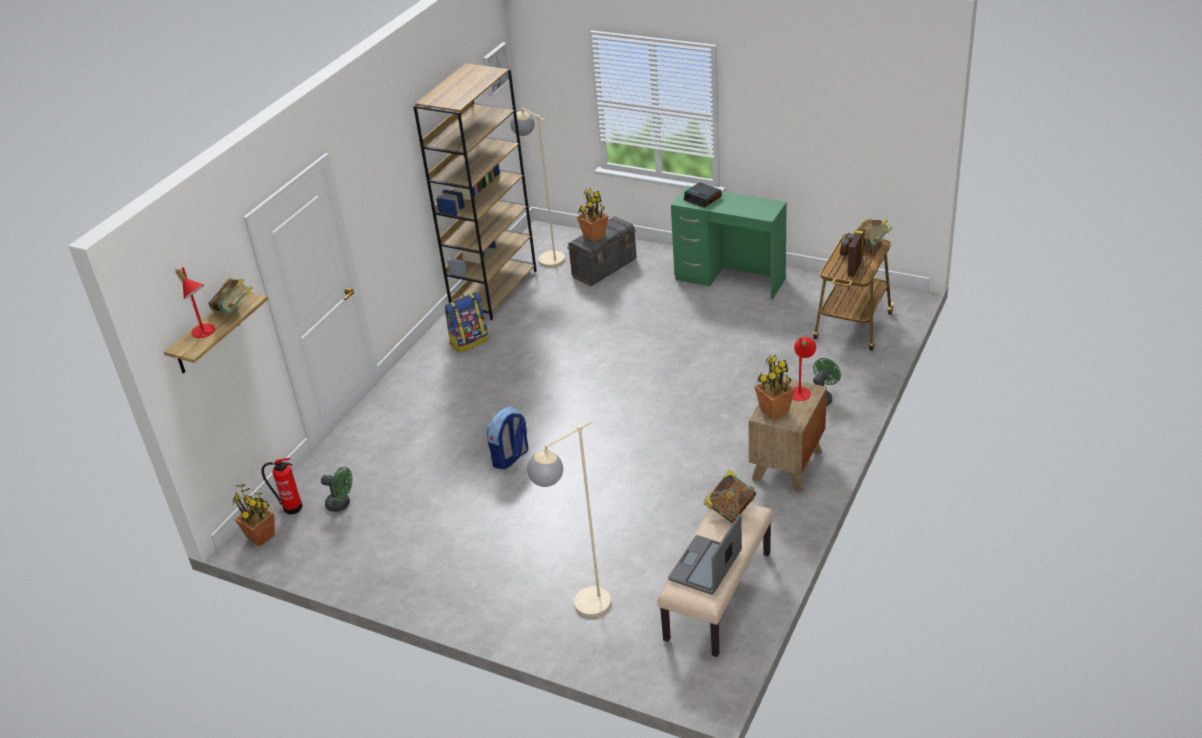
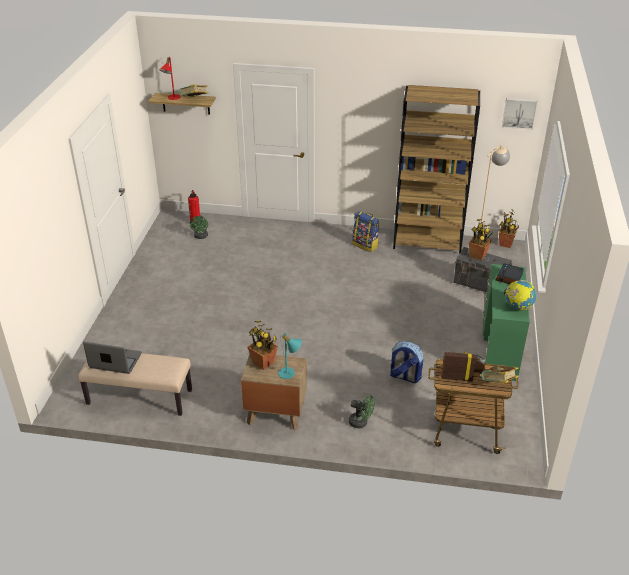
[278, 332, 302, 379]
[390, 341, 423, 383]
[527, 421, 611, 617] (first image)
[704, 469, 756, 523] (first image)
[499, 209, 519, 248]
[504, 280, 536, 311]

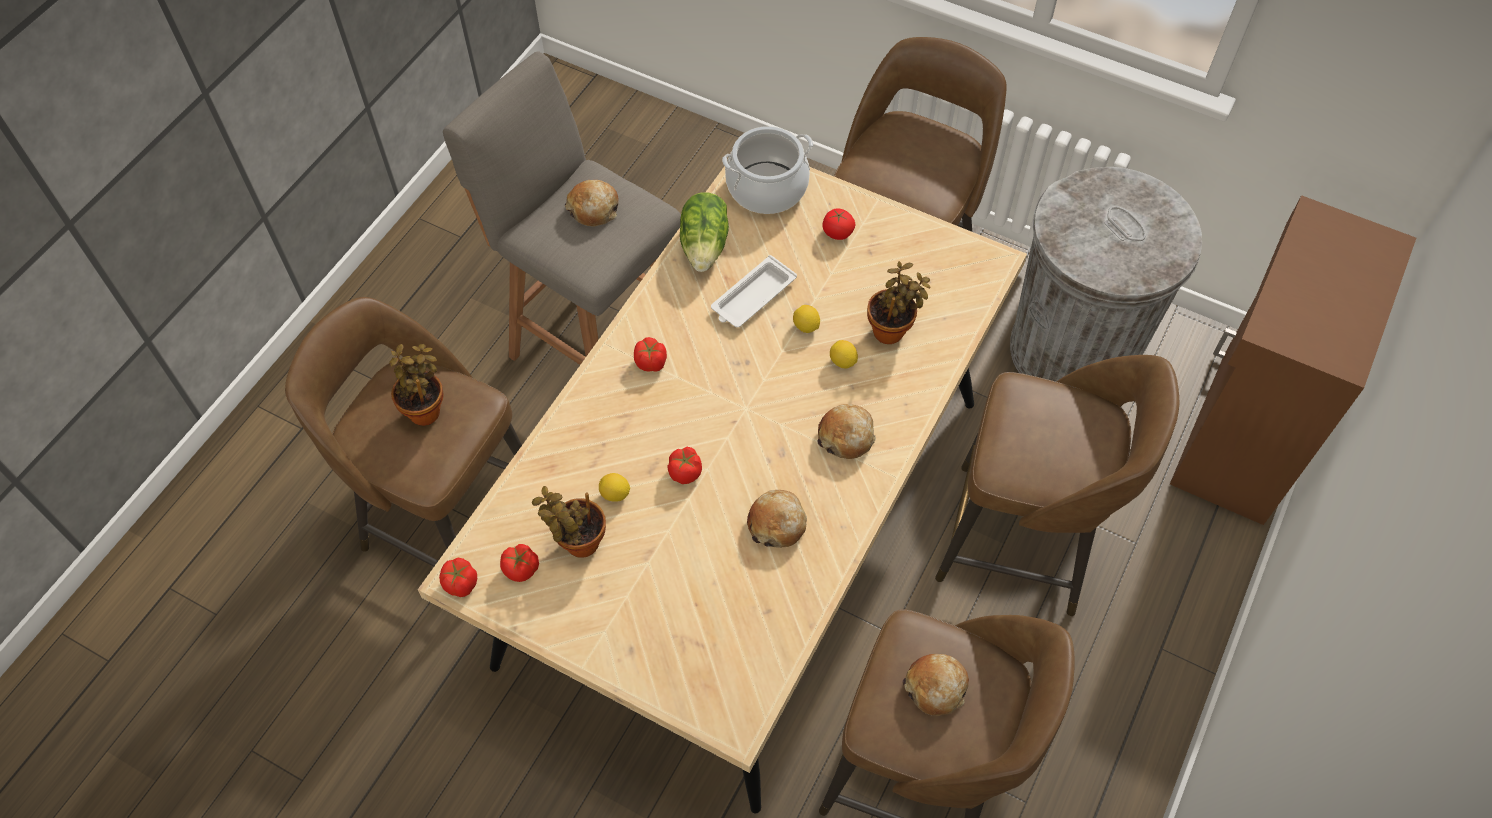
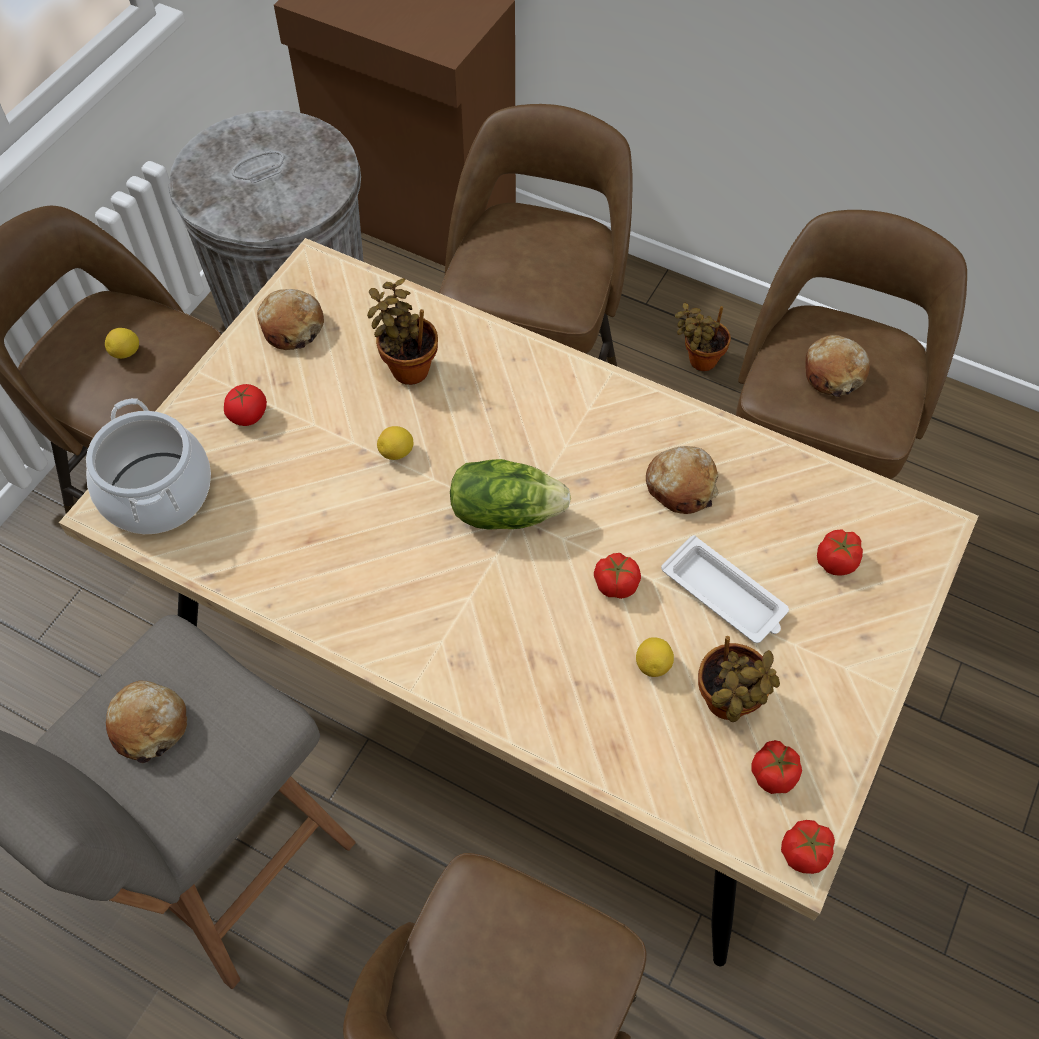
[450, 459, 571, 530]
[661, 535, 789, 643]
[817, 529, 863, 576]
[105, 328, 139, 359]
[675, 303, 731, 371]
[257, 289, 324, 350]

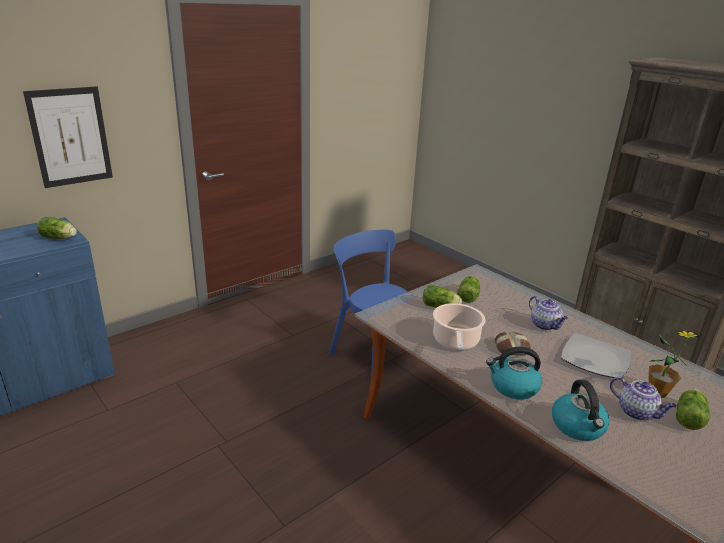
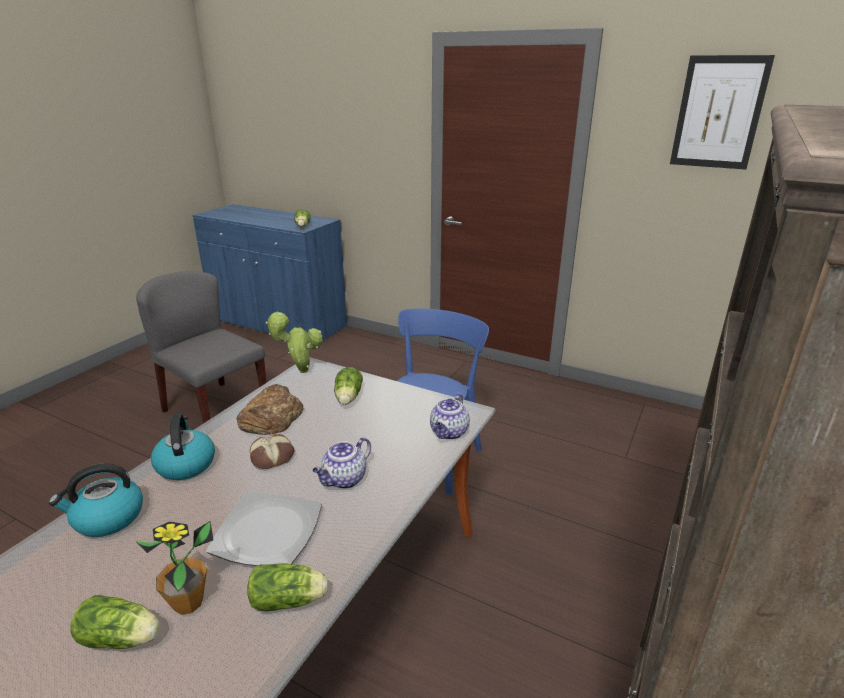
[670, 55, 775, 170]
[247, 563, 328, 611]
[236, 384, 303, 435]
[430, 393, 470, 440]
[136, 271, 267, 424]
[266, 312, 323, 373]

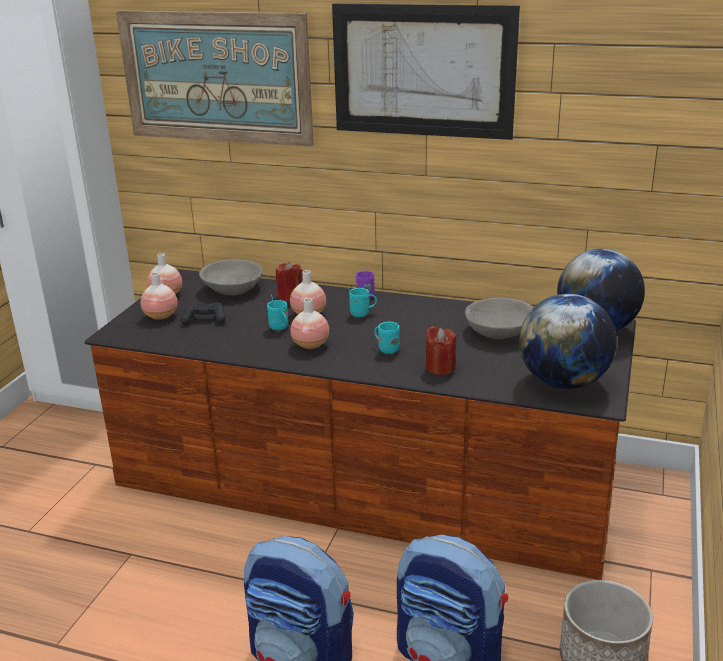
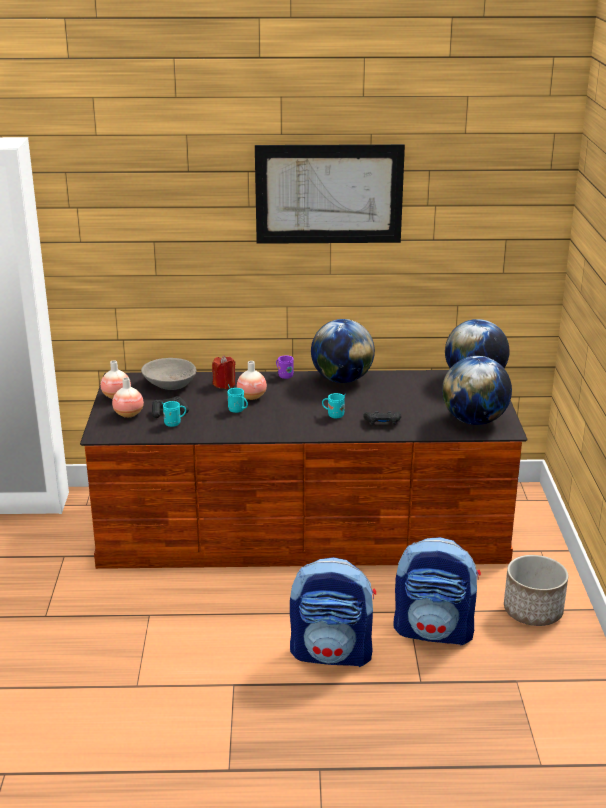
[116, 11, 314, 147] (first image)
[162, 401, 186, 427]
[465, 297, 533, 339] (first image)
[290, 298, 329, 349] (first image)
[363, 411, 402, 426]
[311, 319, 375, 383]

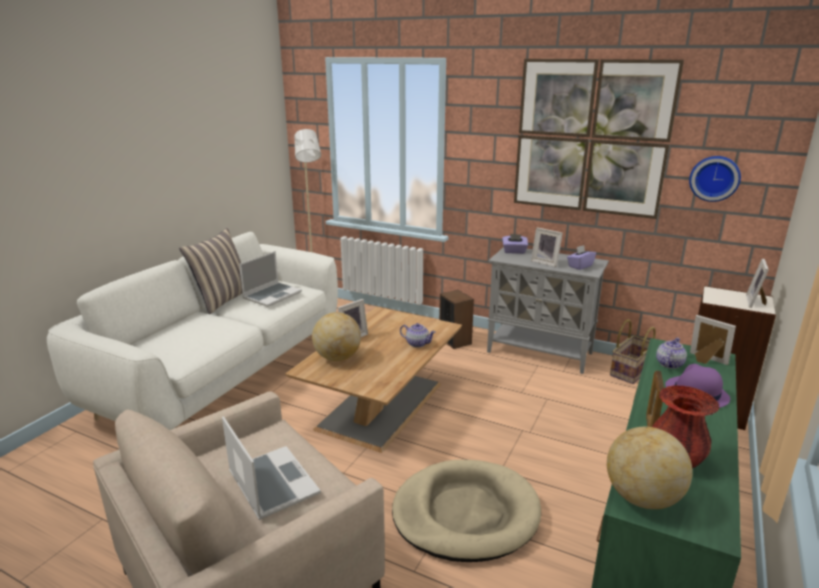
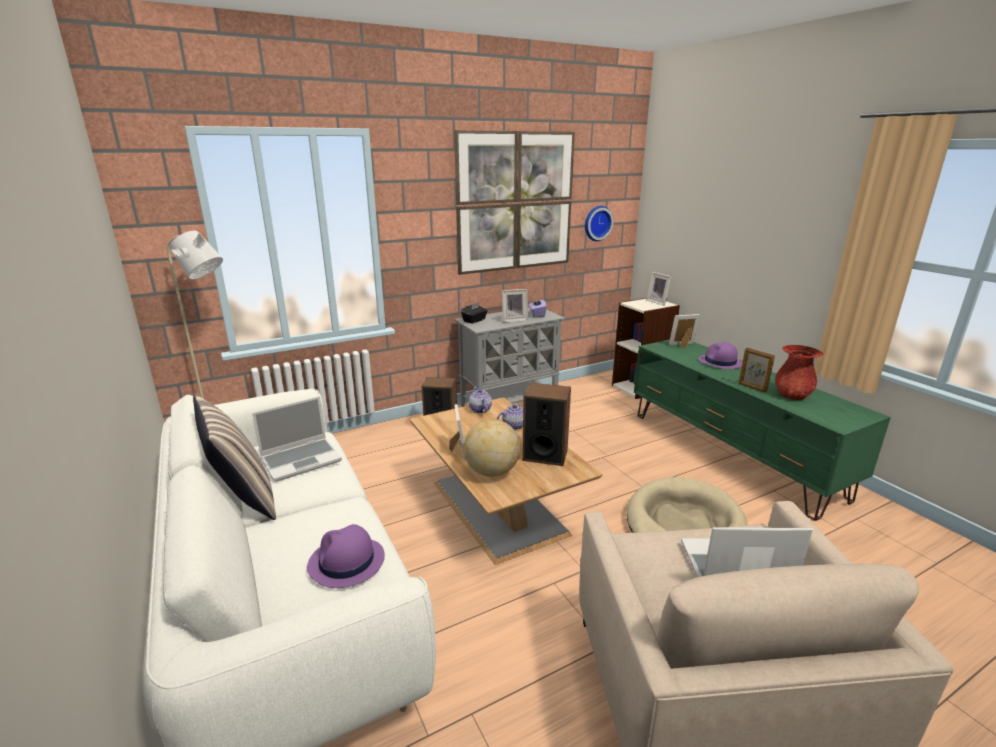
[461, 302, 487, 324]
[252, 396, 342, 482]
[610, 319, 656, 384] (first image)
[469, 387, 492, 413]
[607, 427, 693, 509] (first image)
[522, 383, 571, 466]
[307, 524, 385, 588]

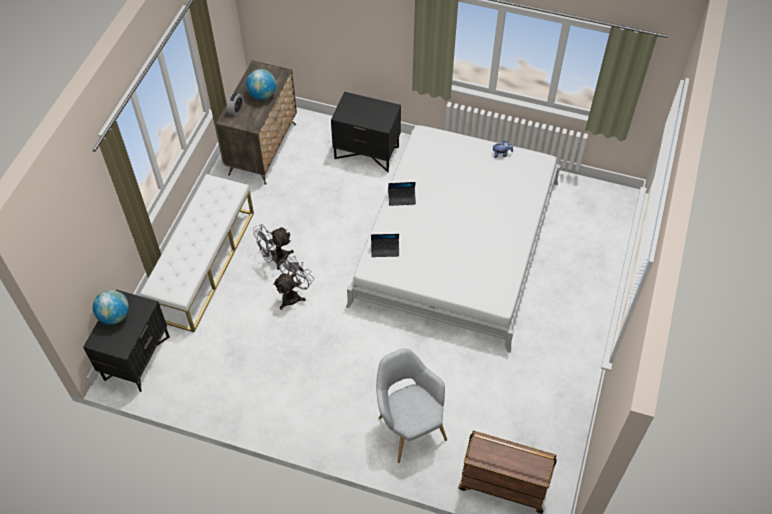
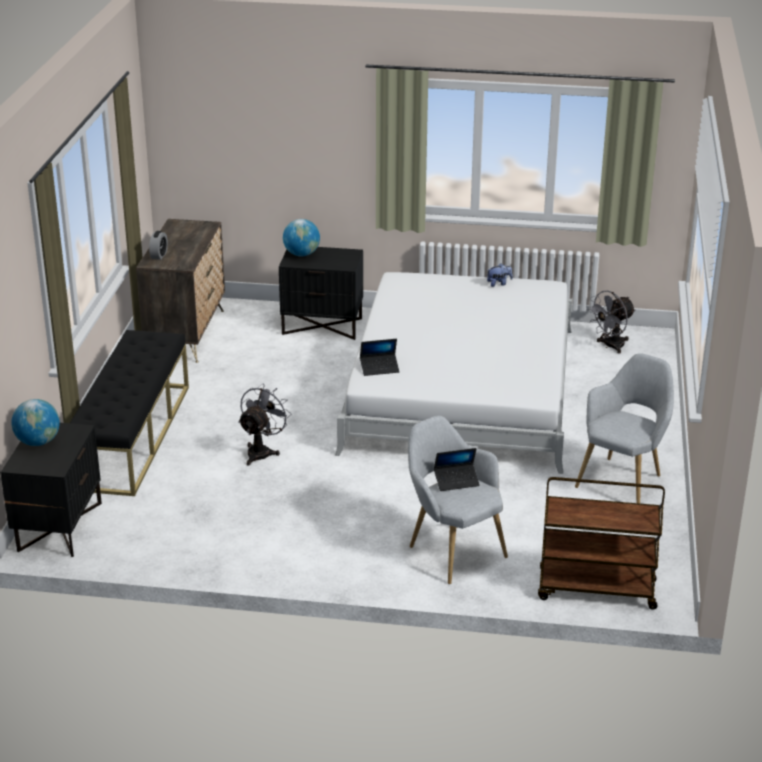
[283, 219, 320, 256]
[70, 330, 189, 496]
[434, 448, 480, 491]
[587, 291, 636, 354]
[575, 353, 674, 503]

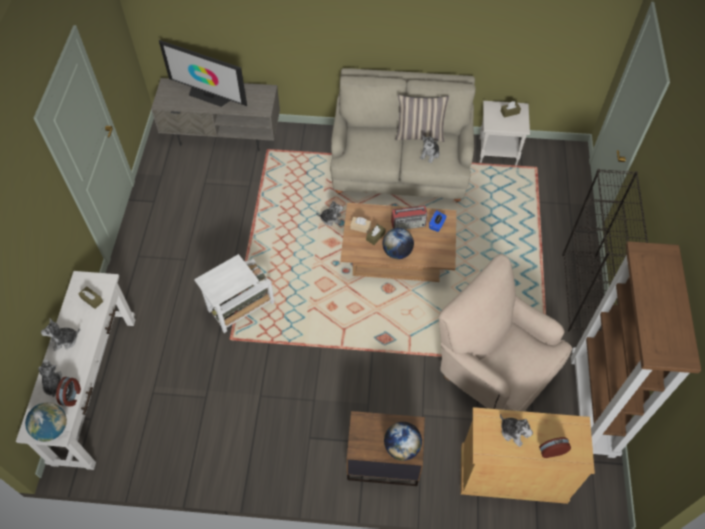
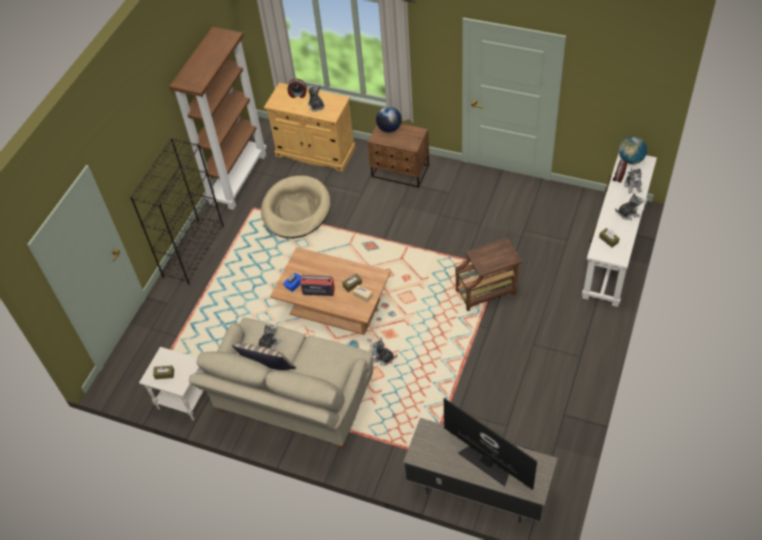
[383, 228, 414, 259] (first image)
[456, 238, 522, 311]
[261, 176, 331, 238]

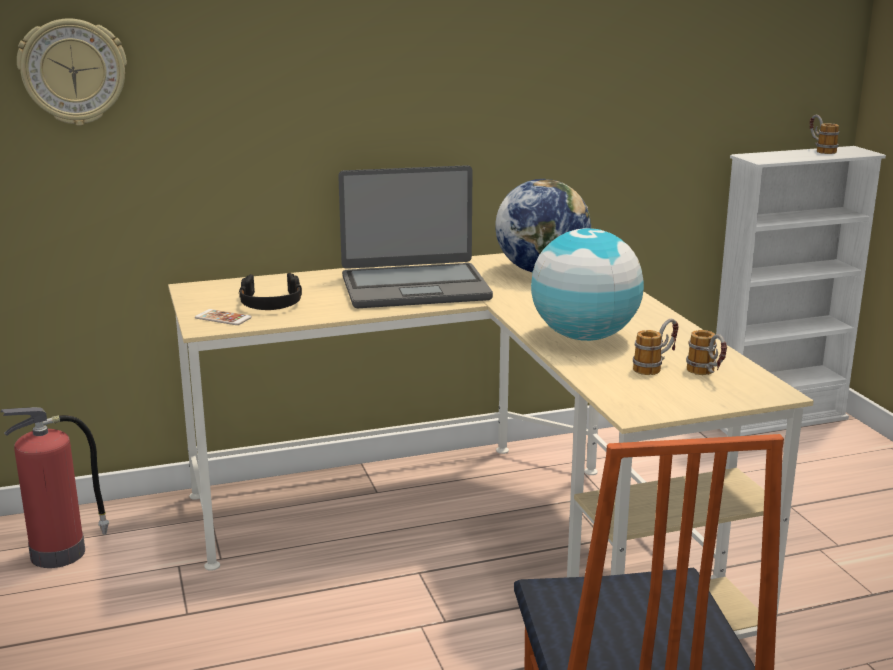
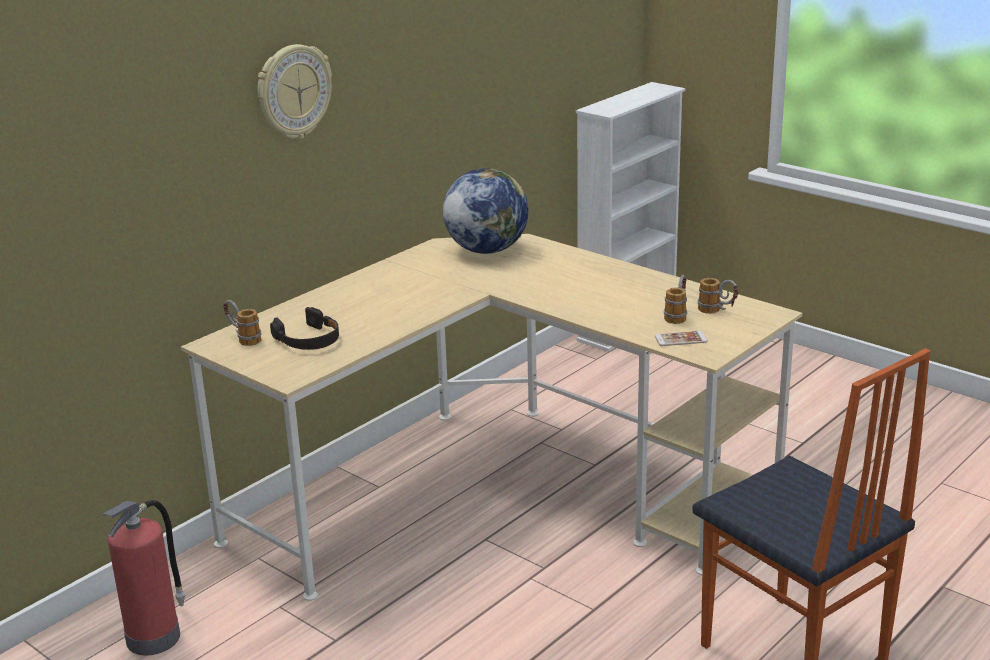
[257, 44, 332, 139]
[223, 300, 261, 346]
[338, 165, 493, 308] (first image)
[531, 228, 644, 341] (first image)
[655, 331, 708, 346]

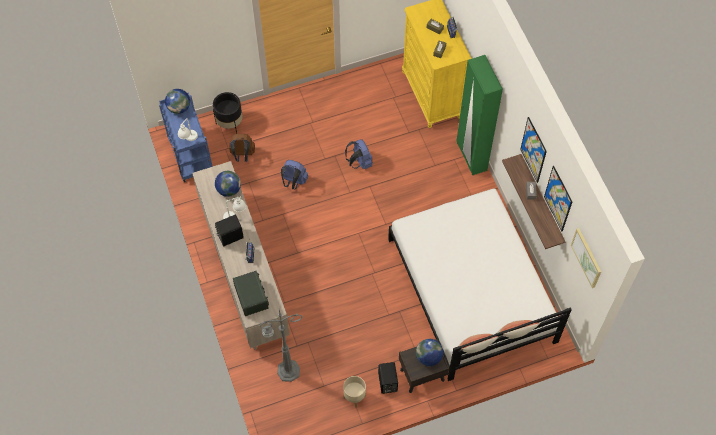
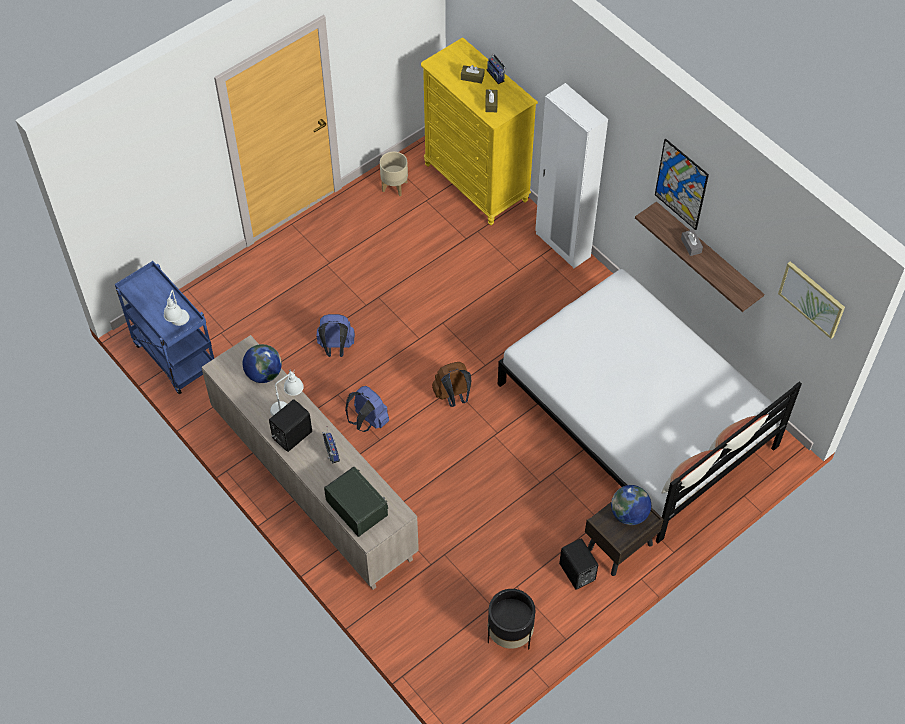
[535, 83, 608, 269]
[165, 89, 190, 114] (first image)
[488, 589, 535, 649]
[432, 362, 471, 407]
[345, 386, 389, 432]
[544, 166, 572, 231] (first image)
[259, 310, 303, 382] (first image)
[380, 152, 408, 196]

